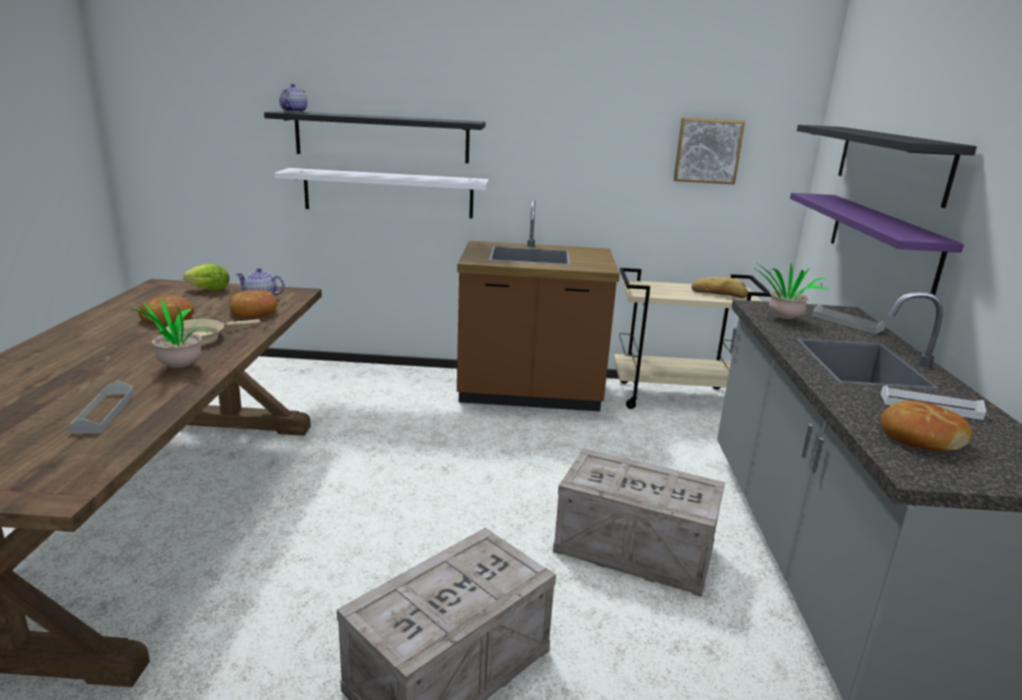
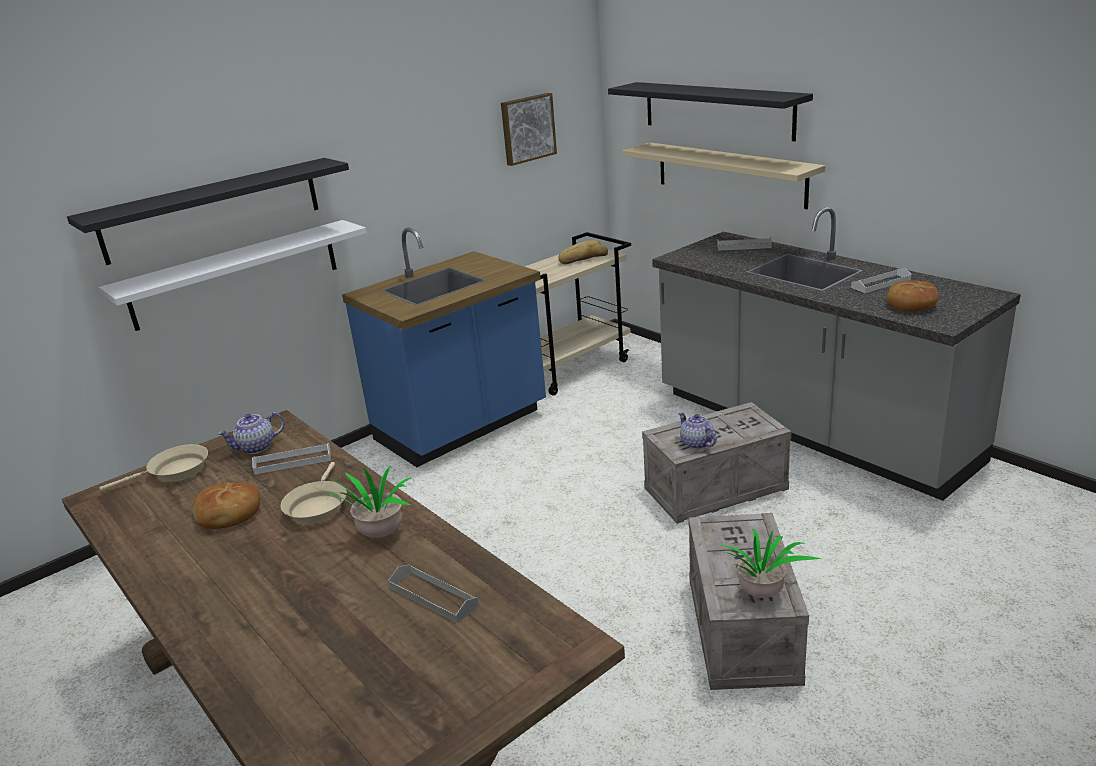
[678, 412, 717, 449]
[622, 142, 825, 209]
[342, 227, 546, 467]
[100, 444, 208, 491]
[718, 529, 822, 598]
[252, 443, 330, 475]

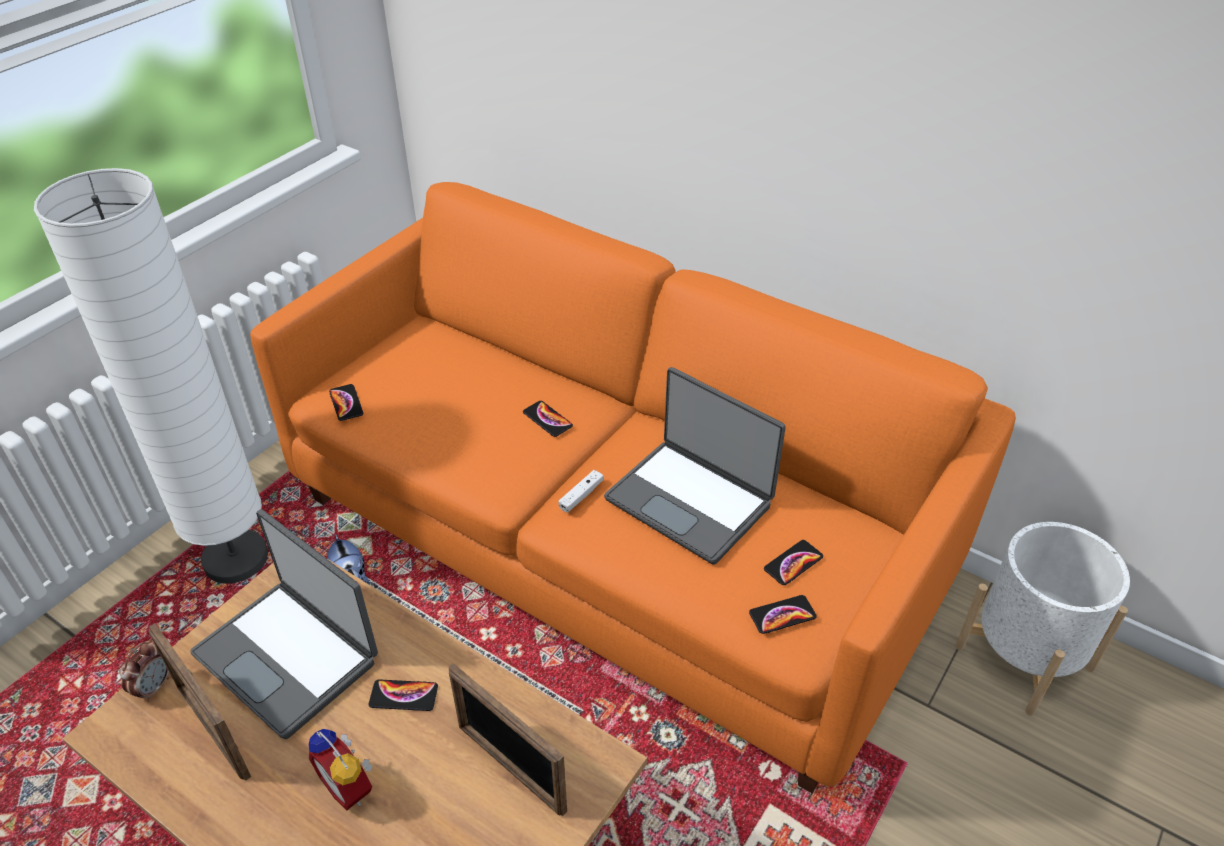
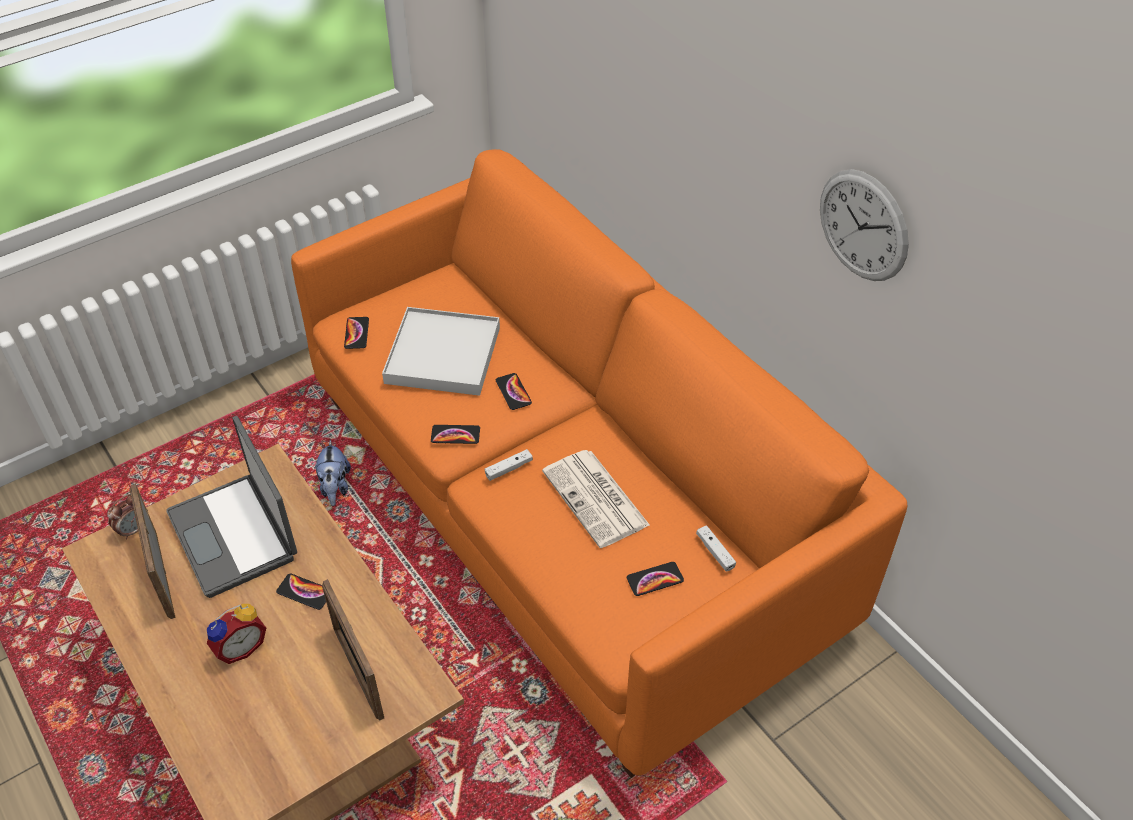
[34, 168, 268, 584] (first image)
[542, 450, 650, 548]
[955, 522, 1130, 716] (first image)
[431, 425, 480, 444]
[207, 604, 266, 664]
[820, 169, 909, 281]
[382, 307, 500, 396]
[696, 525, 736, 572]

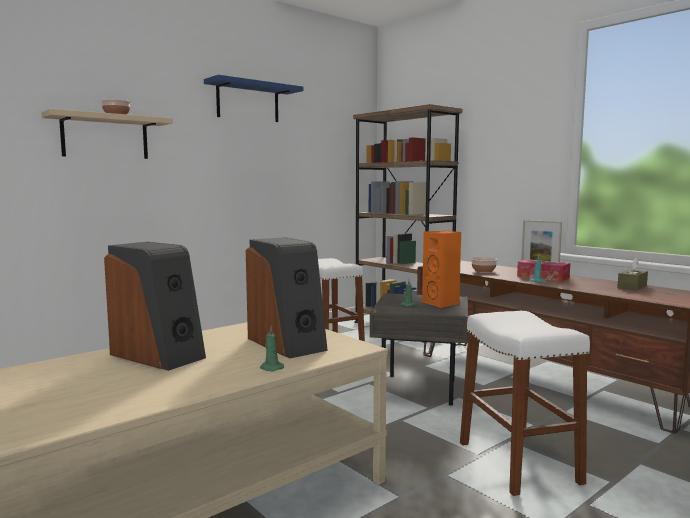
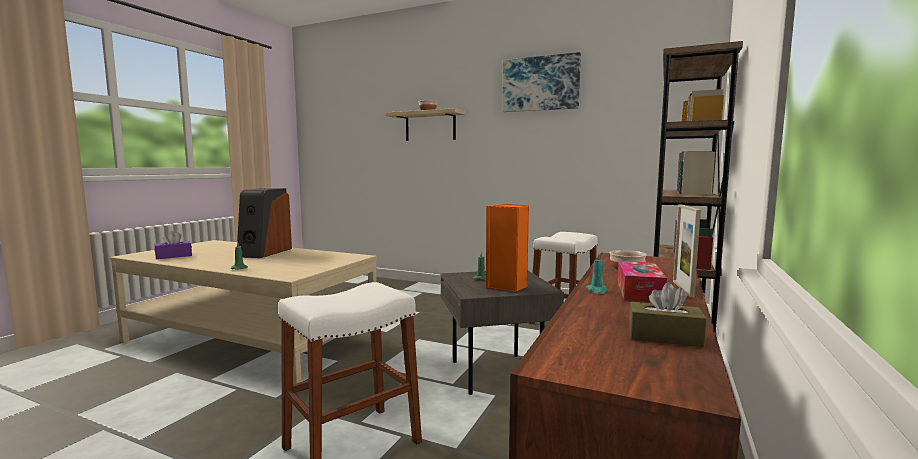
[502, 52, 581, 112]
[246, 237, 328, 359] (first image)
[154, 231, 192, 259]

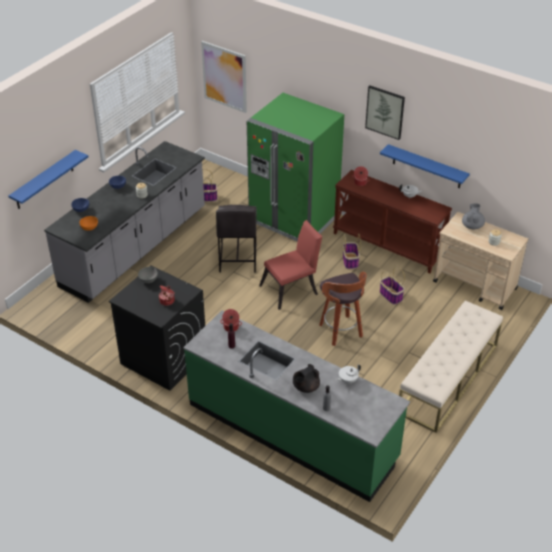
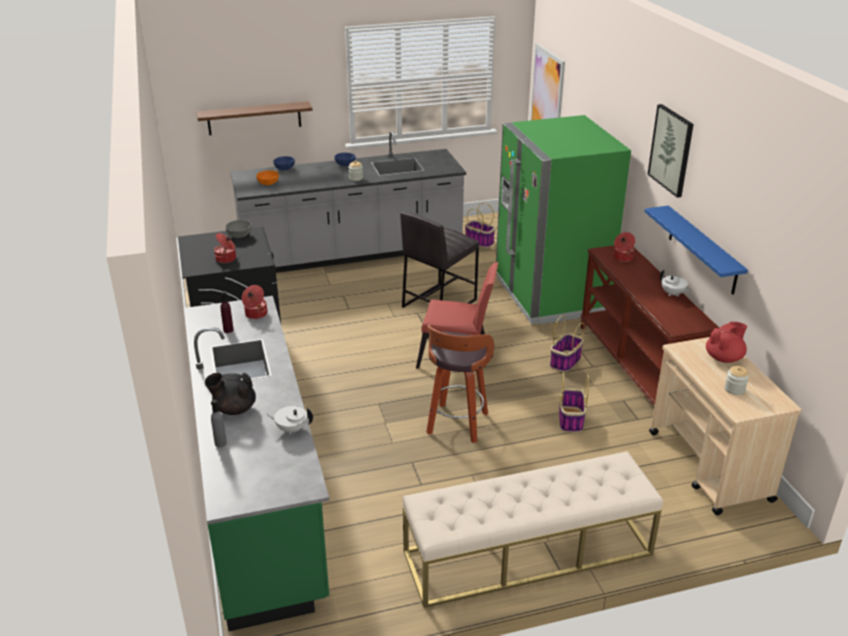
[196, 101, 312, 135]
[706, 322, 747, 363]

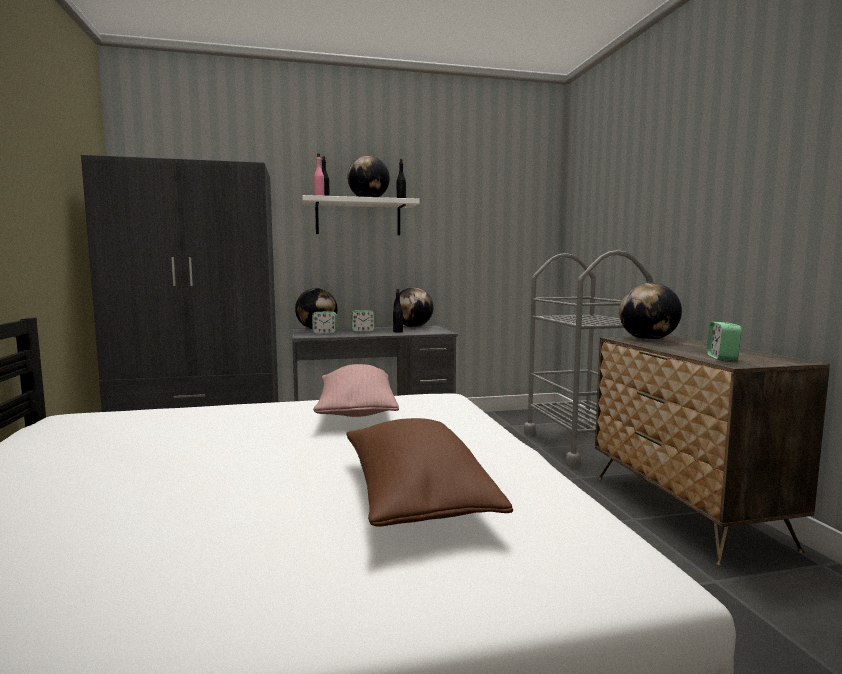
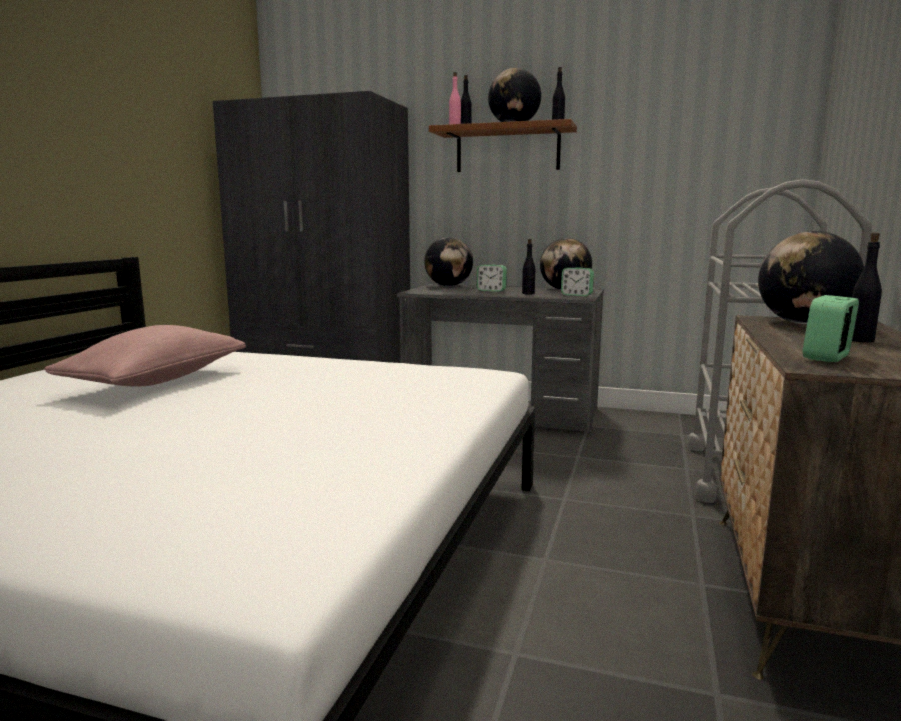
[429, 119, 577, 172]
[561, 267, 594, 296]
[44, 325, 246, 387]
[346, 418, 513, 527] (first image)
[852, 233, 882, 342]

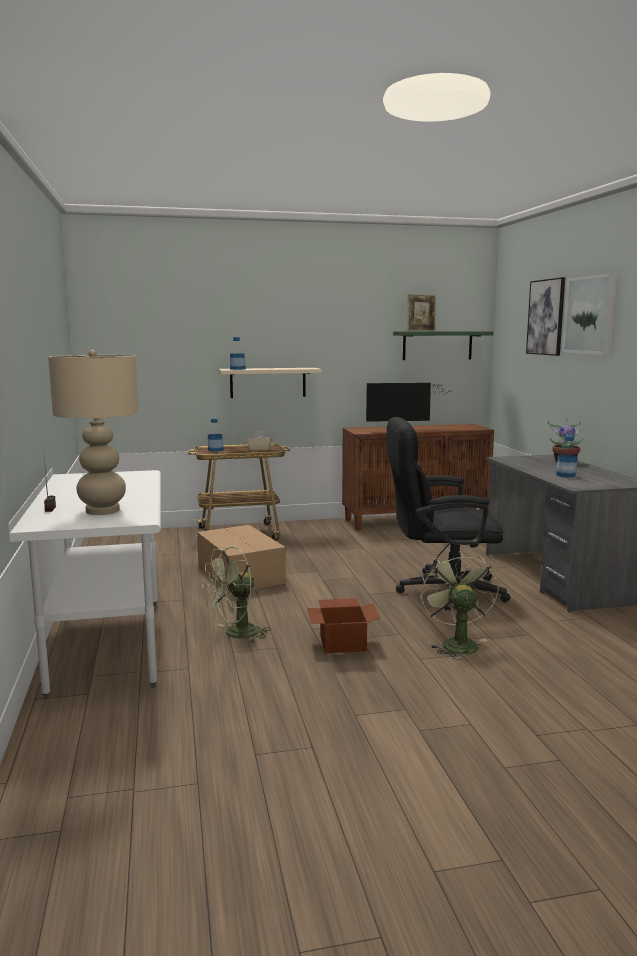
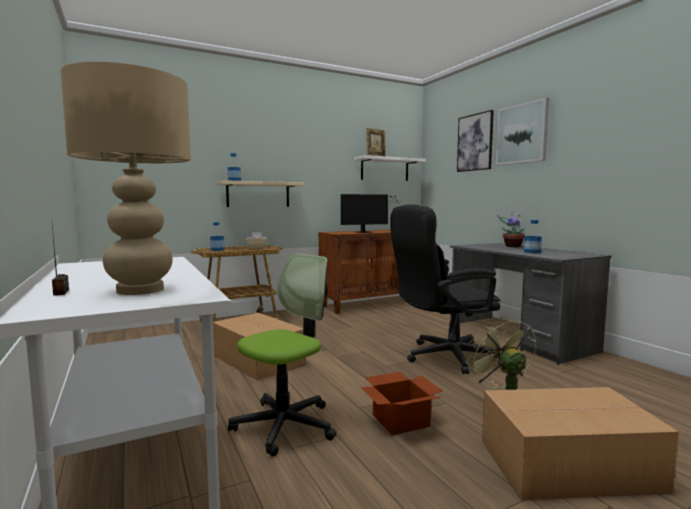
[354, 155, 426, 181]
[228, 253, 337, 457]
[482, 387, 679, 500]

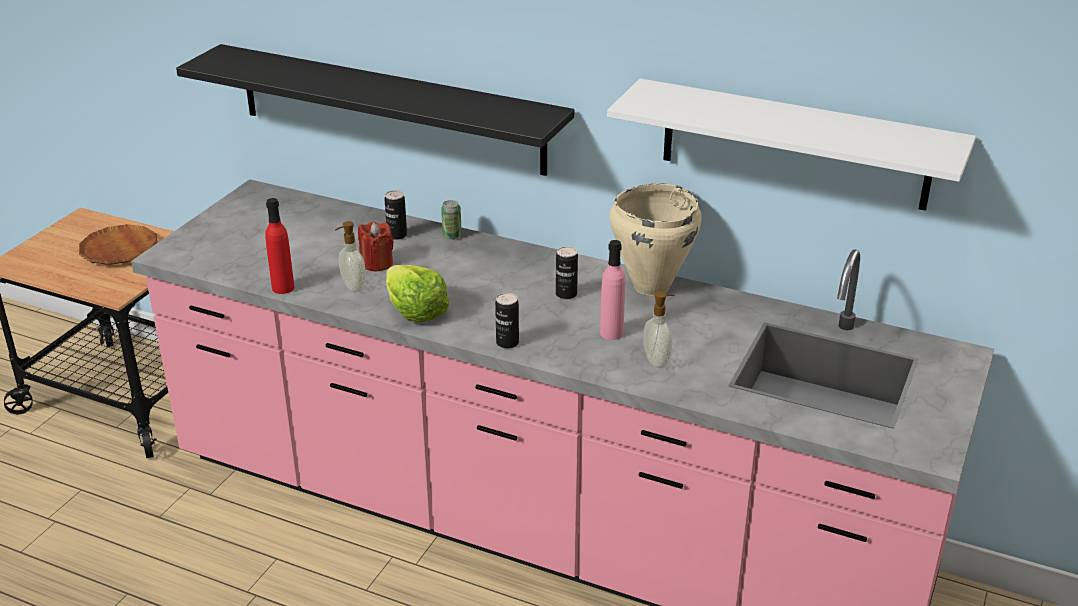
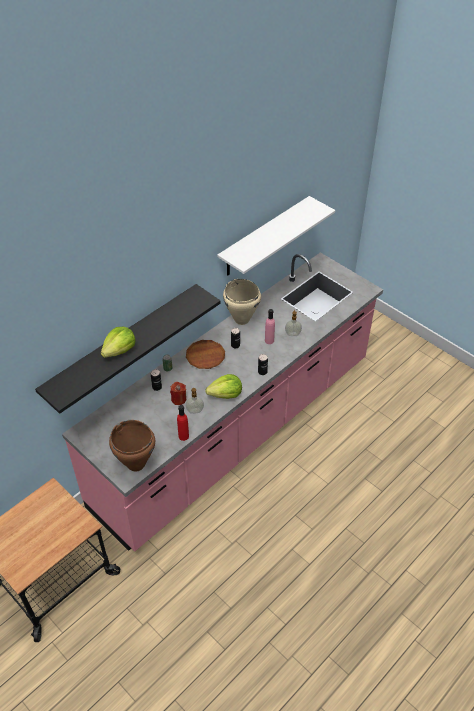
[186, 340, 225, 369]
[101, 327, 136, 358]
[109, 420, 155, 472]

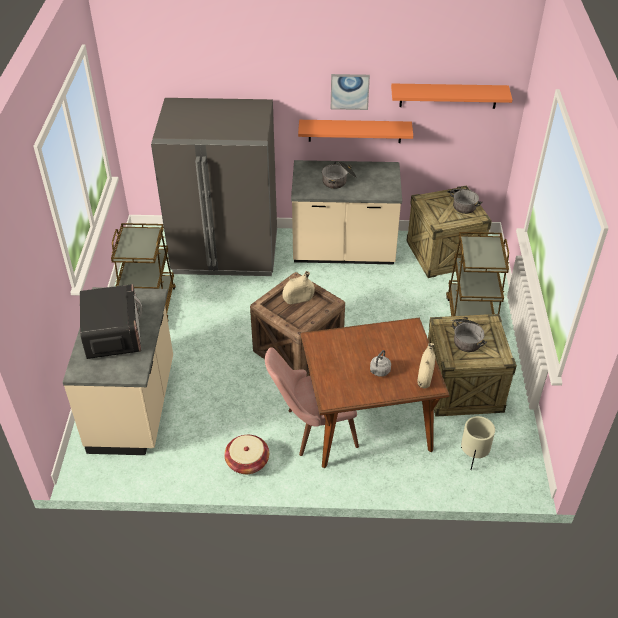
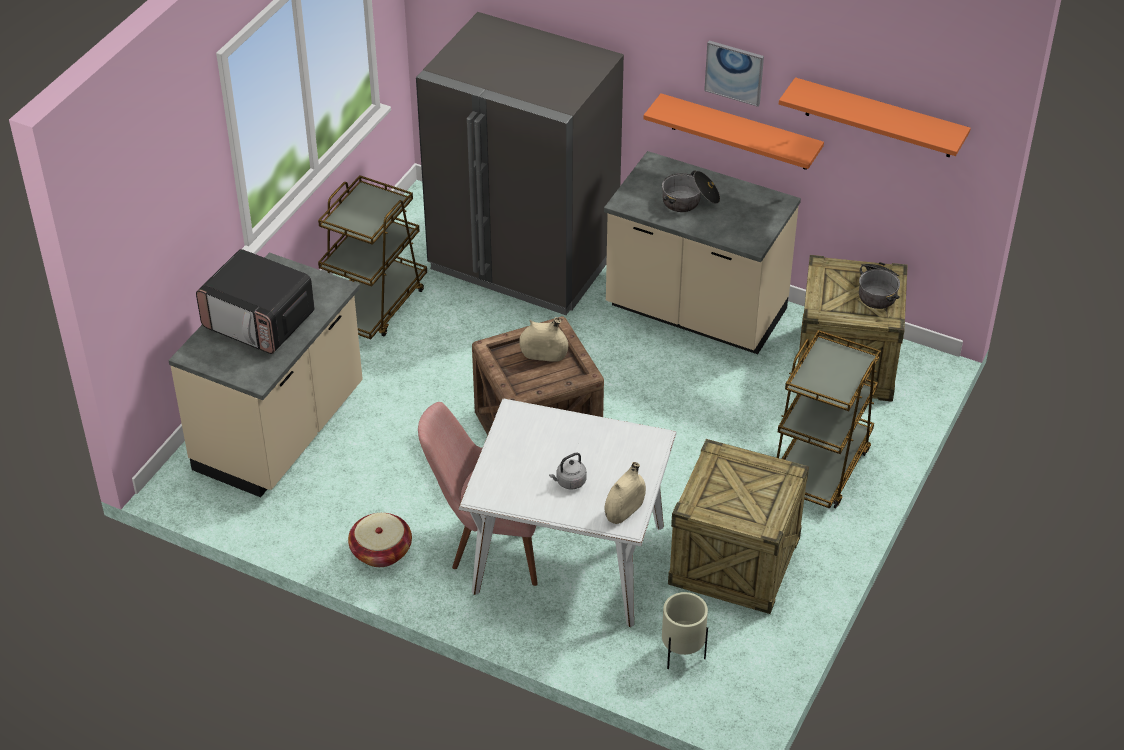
[196, 249, 315, 354]
[459, 398, 676, 627]
[451, 317, 487, 352] (first image)

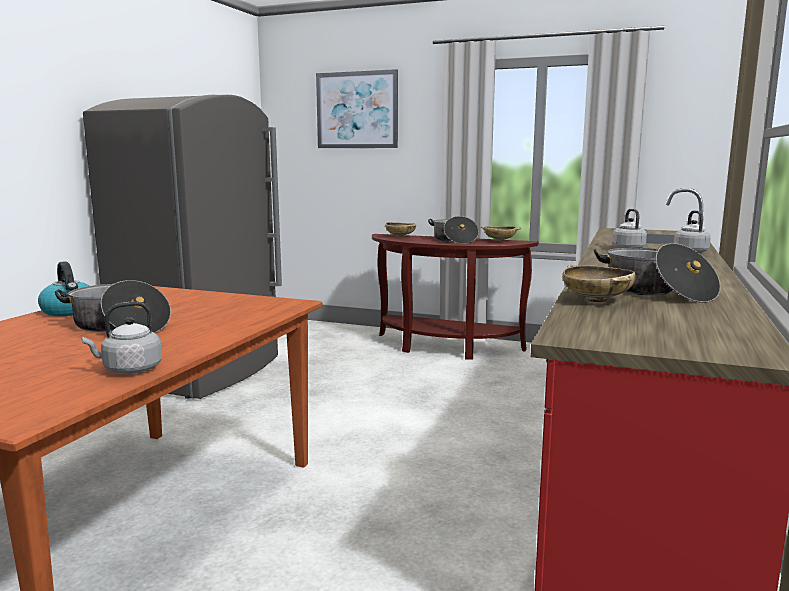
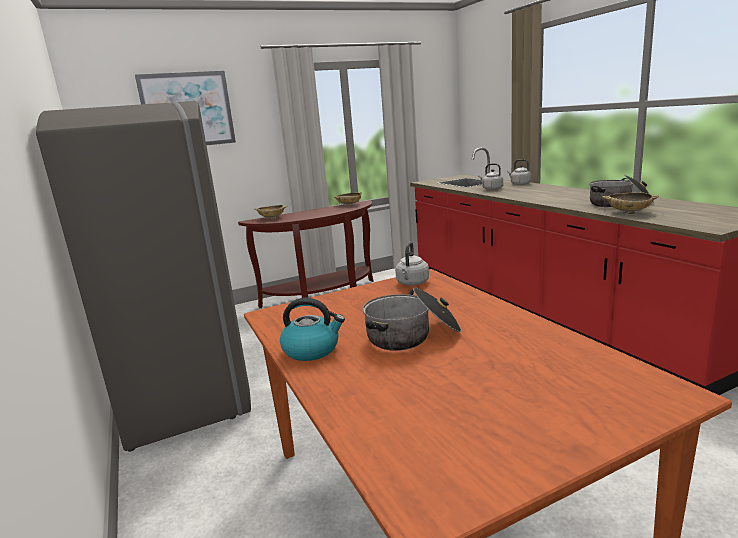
[428, 216, 479, 244] (first image)
[395, 242, 429, 286]

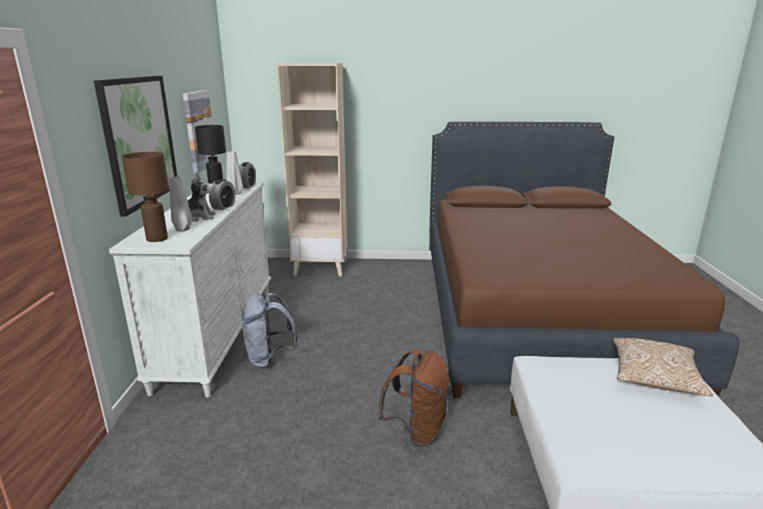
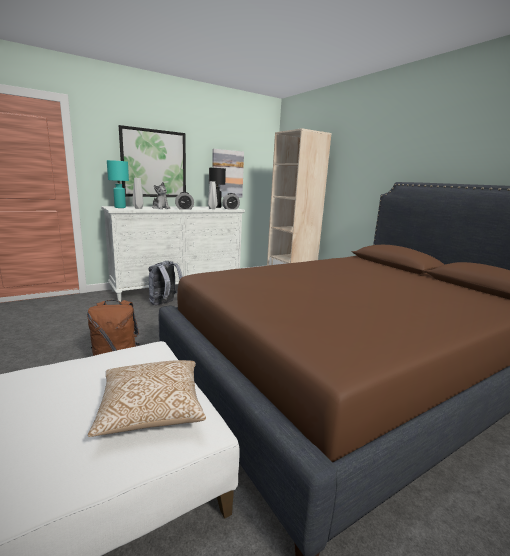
[107, 160, 129, 208]

